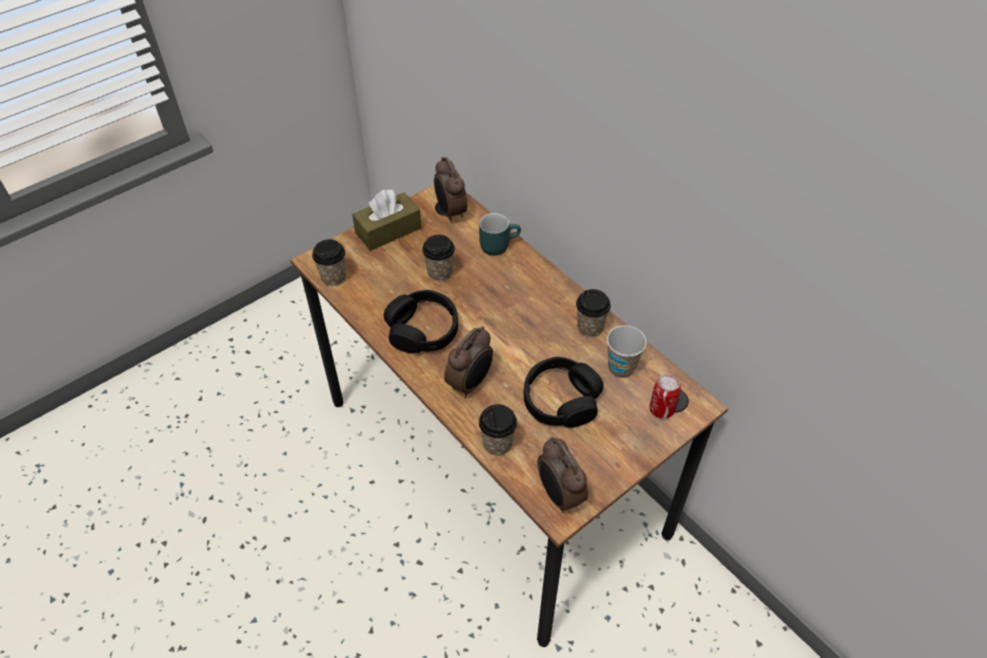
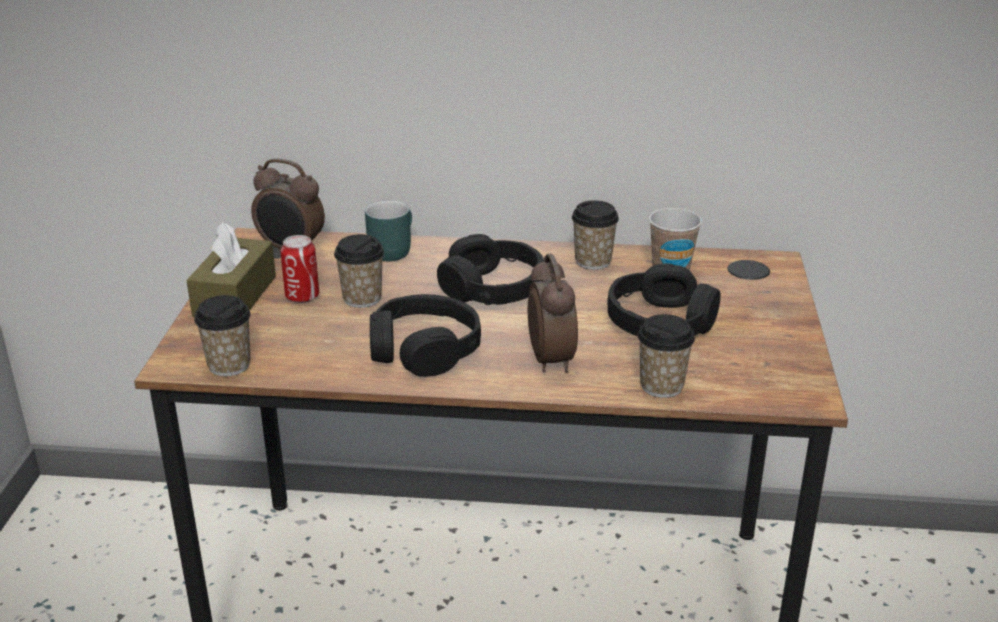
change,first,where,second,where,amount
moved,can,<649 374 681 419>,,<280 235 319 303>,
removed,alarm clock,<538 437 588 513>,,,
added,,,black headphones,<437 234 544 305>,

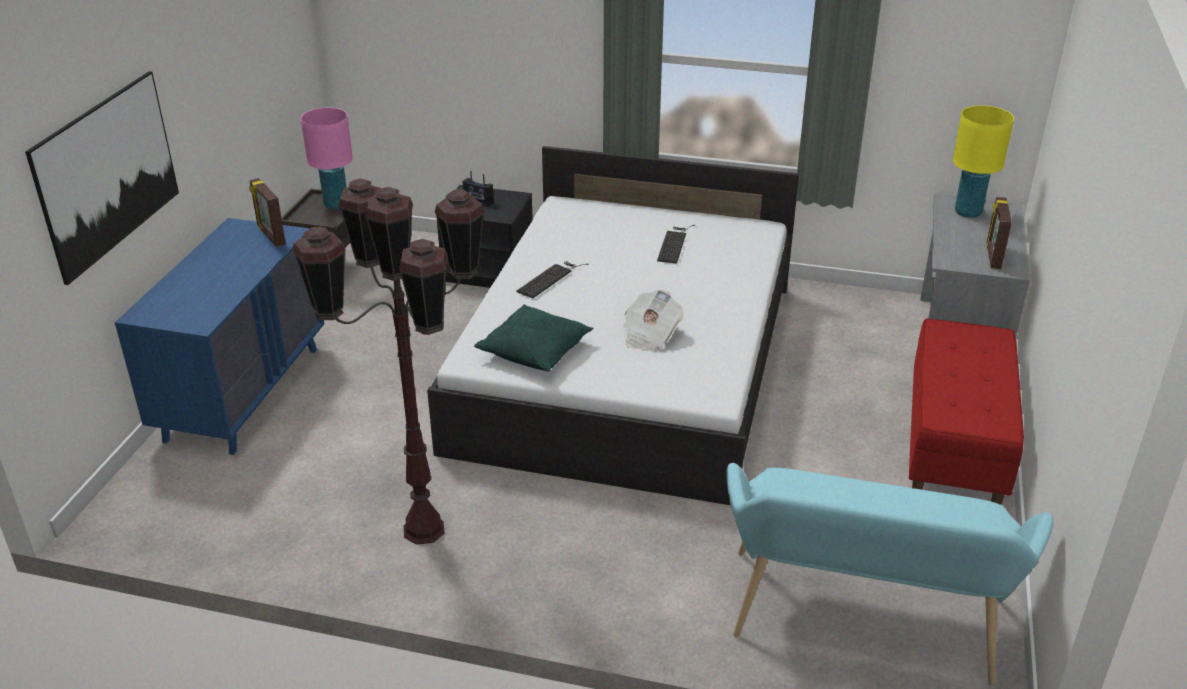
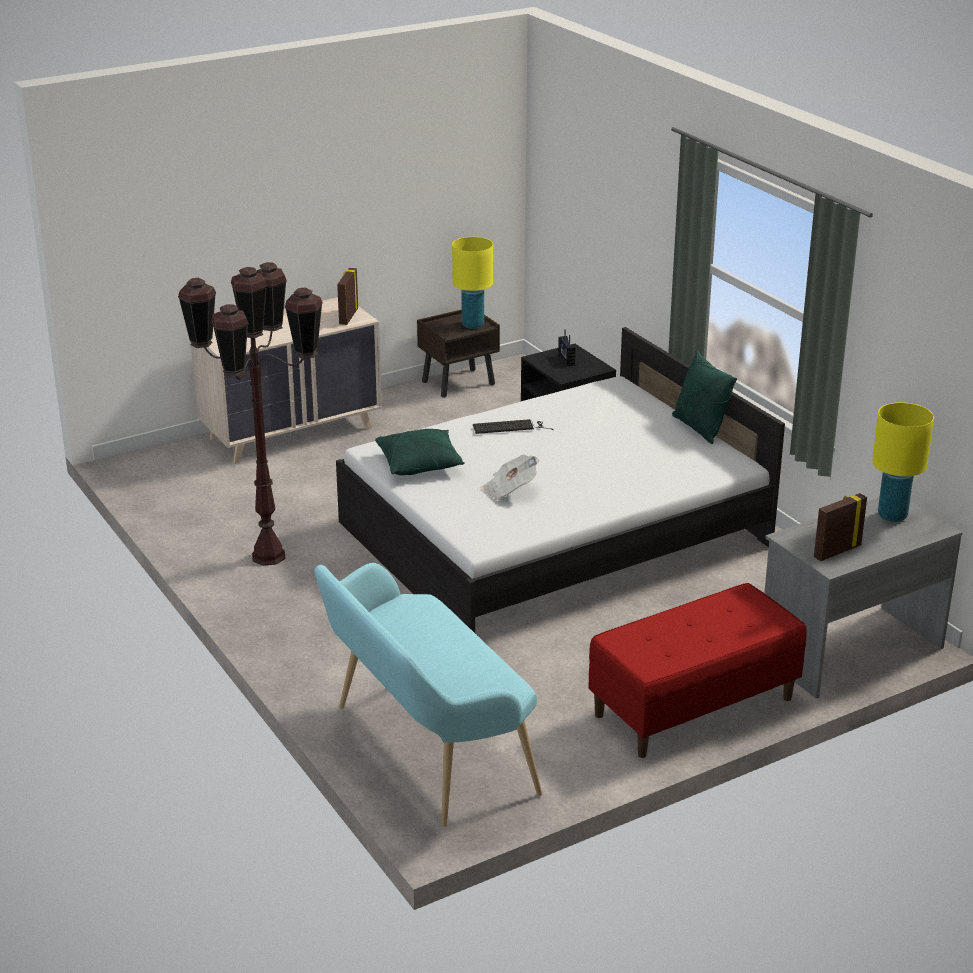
change,first,where,second,where,amount
removed,picture,<25 71 179 285>,,,
recoloured,pink table lamp,<301 108 353 209>,yellow table lamp,<452 237 493 329>,
recoloured,blue dresser,<115 218 324 455>,beige dresser,<191 297 382 464>,
removed,keyboard,<657 225 695 263>,,,
added,,,green pillow,<672 350 737 444>,

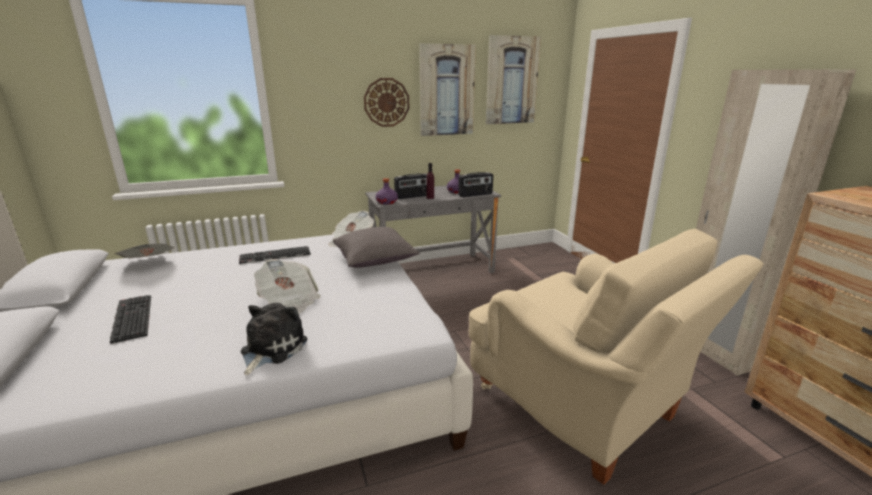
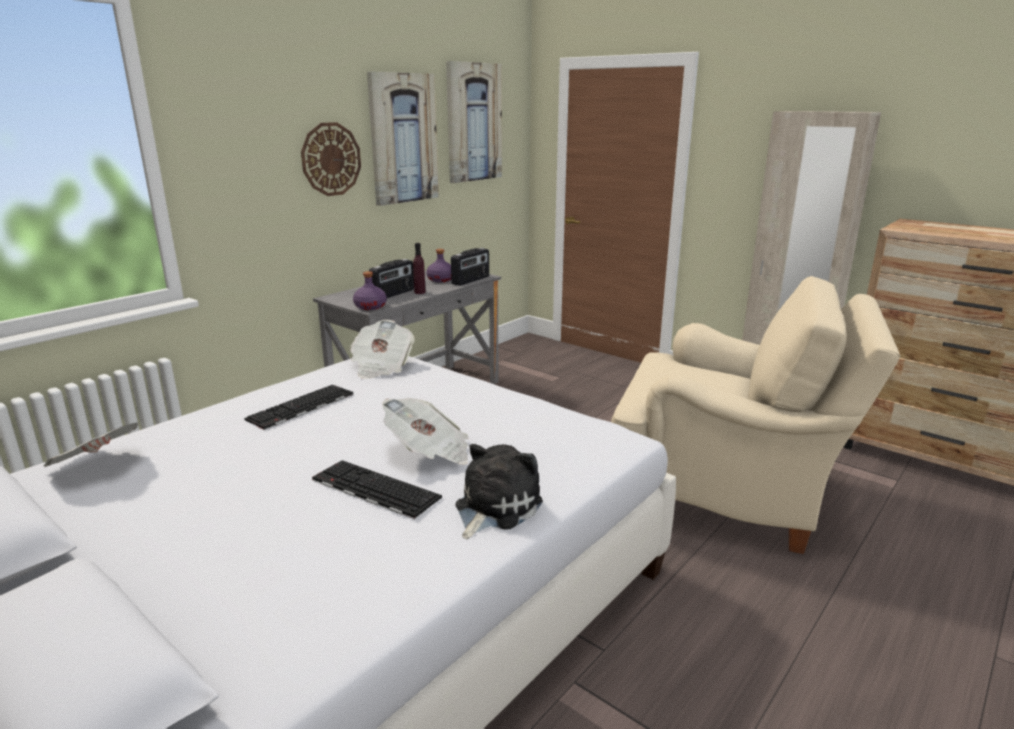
change,first,where,second,where,amount
removed,grey pillow,<333 227 420 268>,,,
moved,keyboard,<110 295 151 344>,,<312 460 442 519>,
turned,plush toy,<241 303 308 375>,,<456 444 543 539>,45 degrees clockwise

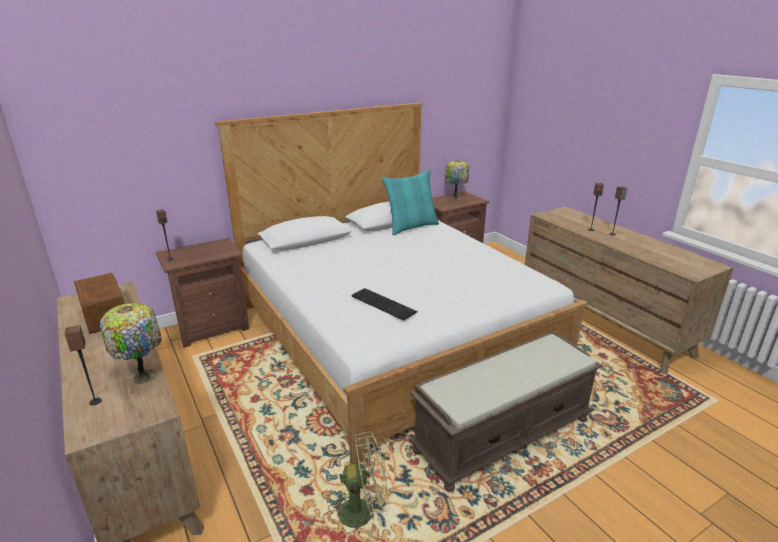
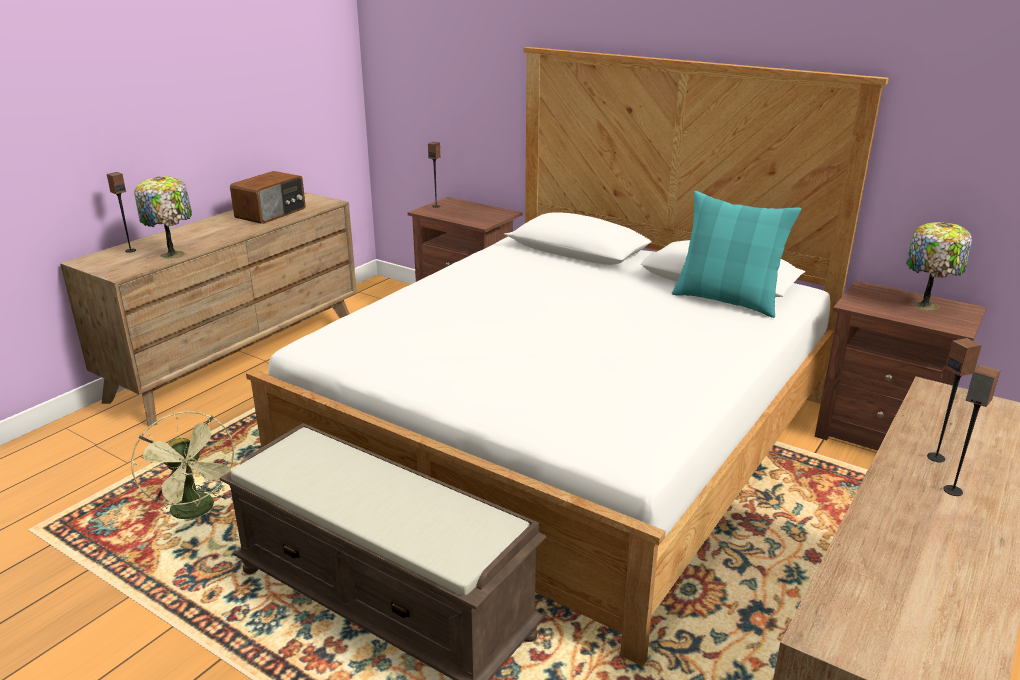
change,first,where,second,where,amount
removed,keyboard,<351 288 418 321>,,,

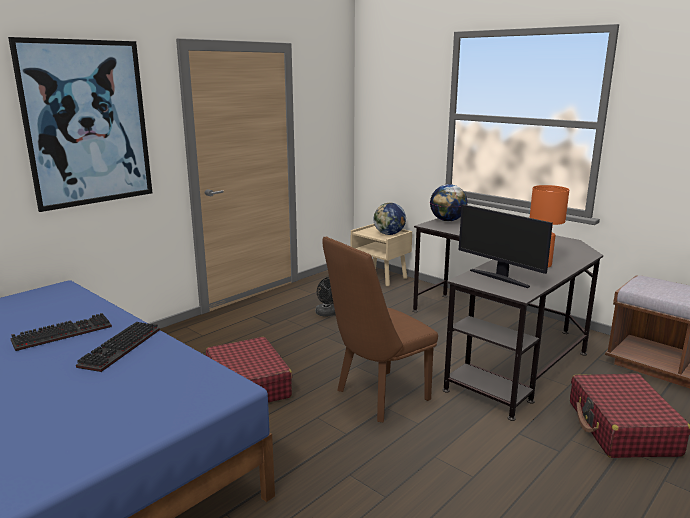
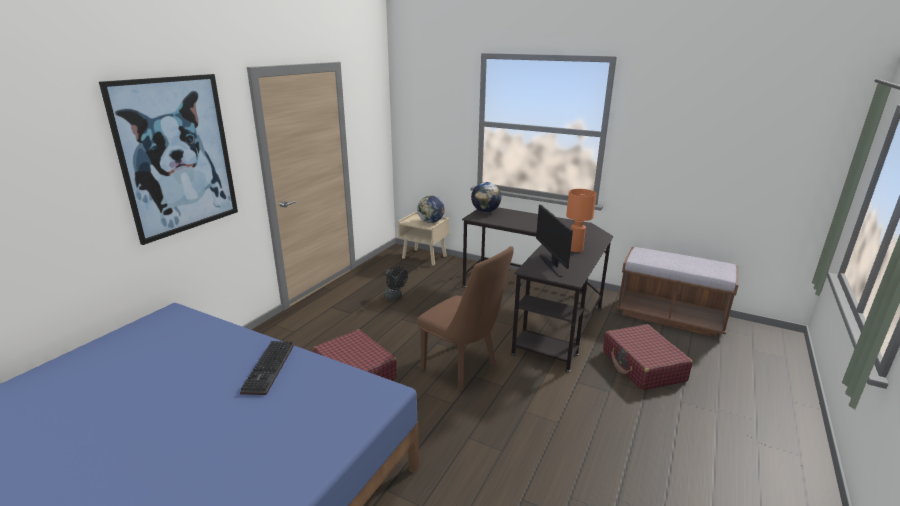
change,first,where,second,where,amount
turned,monitor,<459 204 553 288>,,<536 205 573 277>,45 degrees clockwise
turned,brown chair,<322 237 438 422>,,<417 246 514 390>,90 degrees counterclockwise
removed,keyboard,<10 313 112 351>,,,

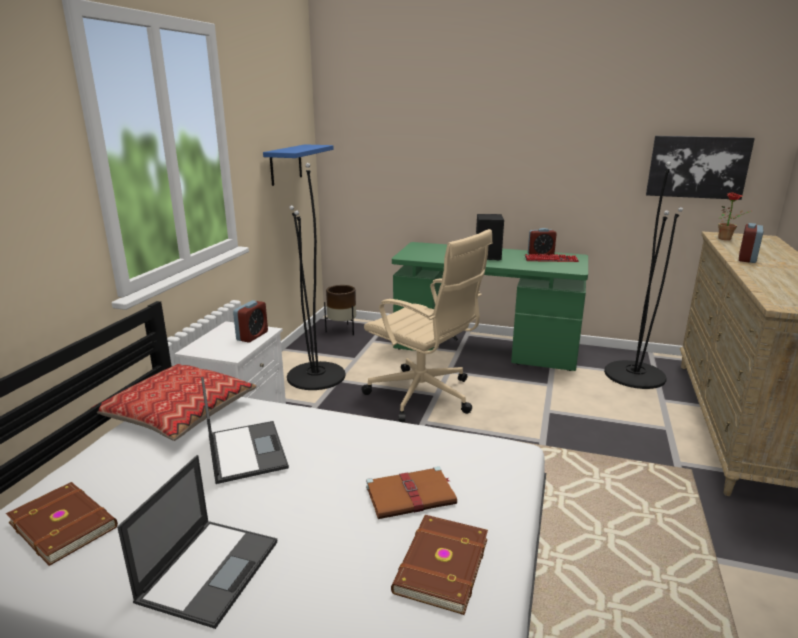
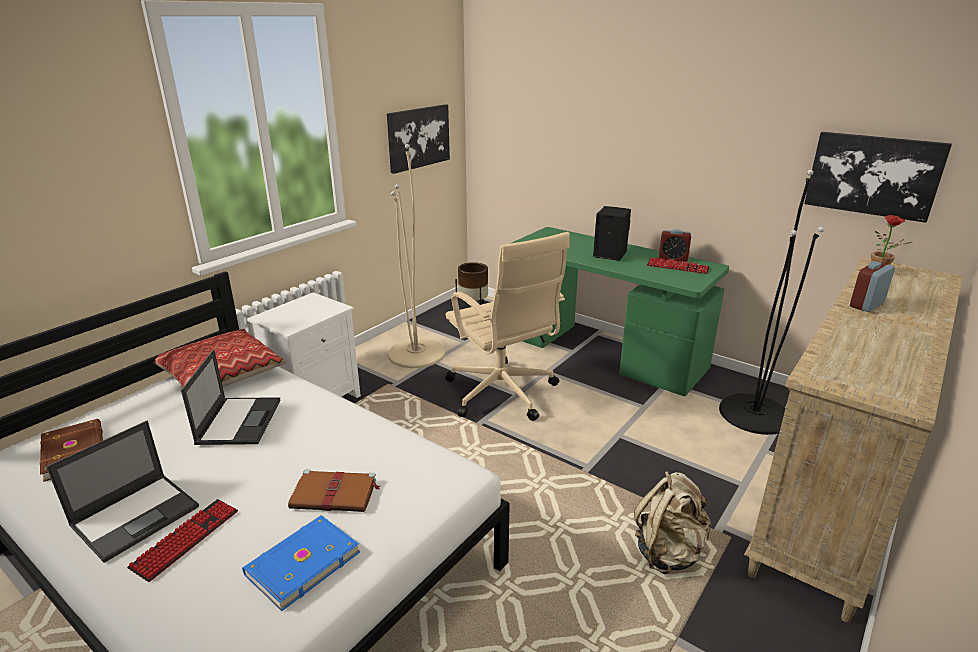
change,first,where,second,where,amount
replaced,blue shelf,<263 144 333 186>,picture,<387 104 450 174>,
recoloured,black floor lamp,<287 163 346 390>,beige floor lamp,<388 144 445 368>,
removed,alarm clock,<233 300 268 343>,,,
recoloured,brown book,<391 515 488 615>,blue book,<242 515 360 611>,
added,,,beige backpack,<634 471 711 574>,
added,,,keyboard,<127 499 238 582>,

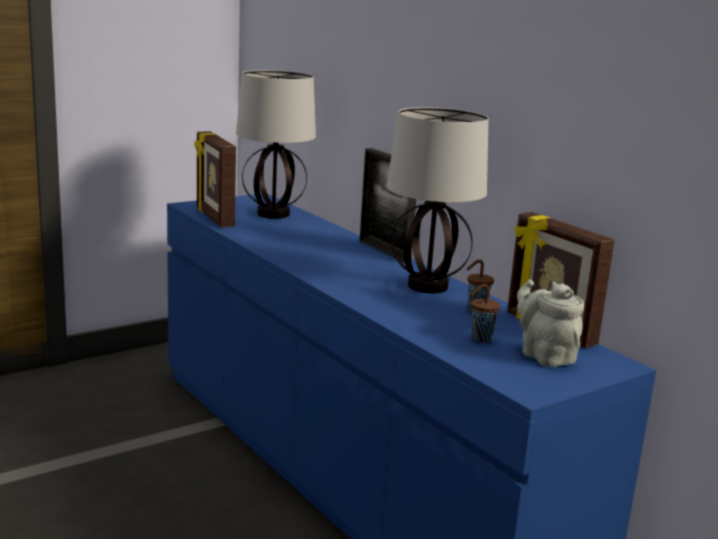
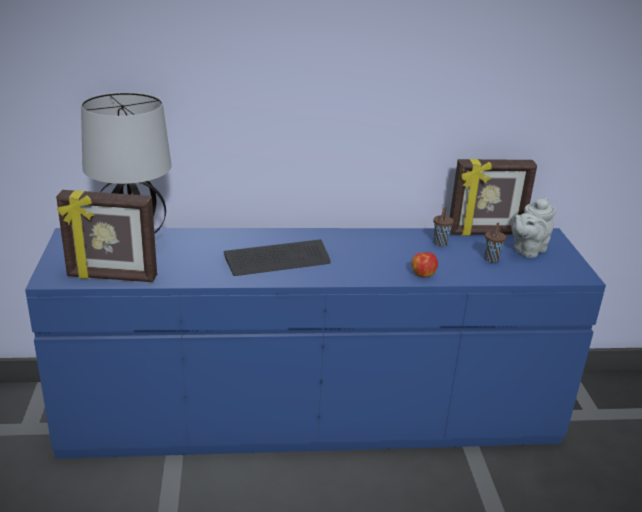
change,first,where,second,where,amount
removed,table lamp,<387 107 489 293>,,,
removed,picture frame,<360 148 416 263>,,,
turned,grey teapot,<517 279 584 367>,,<511 197 556 258>,45 degrees counterclockwise
added,,,keyboard,<224 239 331 276>,
added,,,apple,<412 252 438 277>,

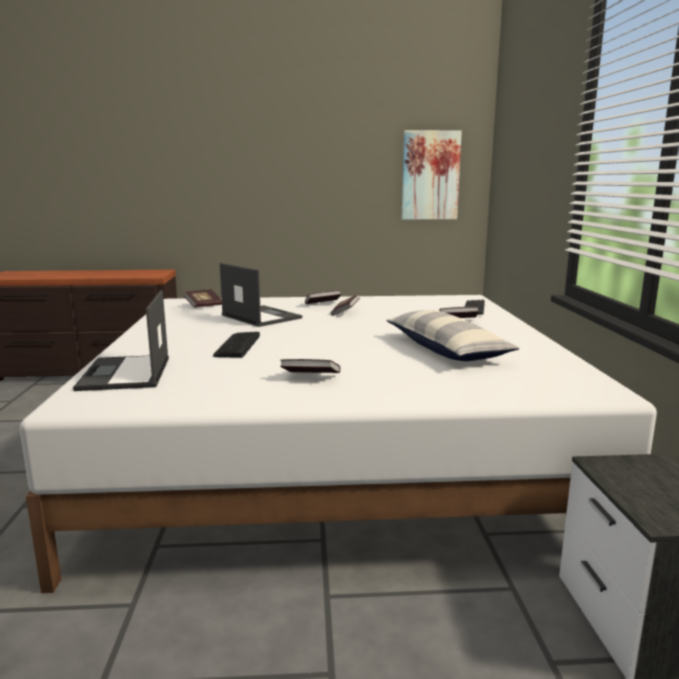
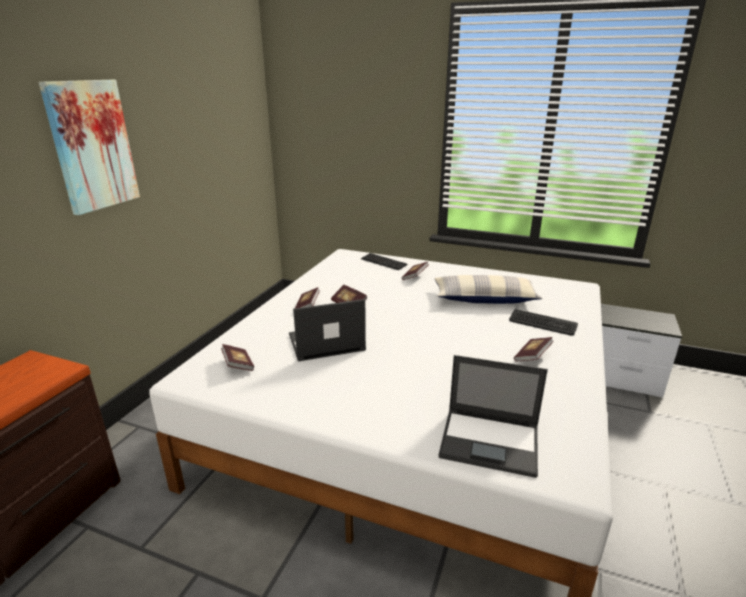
change,first,where,second,where,amount
moved,picture,<402 130 462 220>,,<38 80 140 215>,
moved,keyboard,<213 332 260 358>,,<509 309 578 335>,

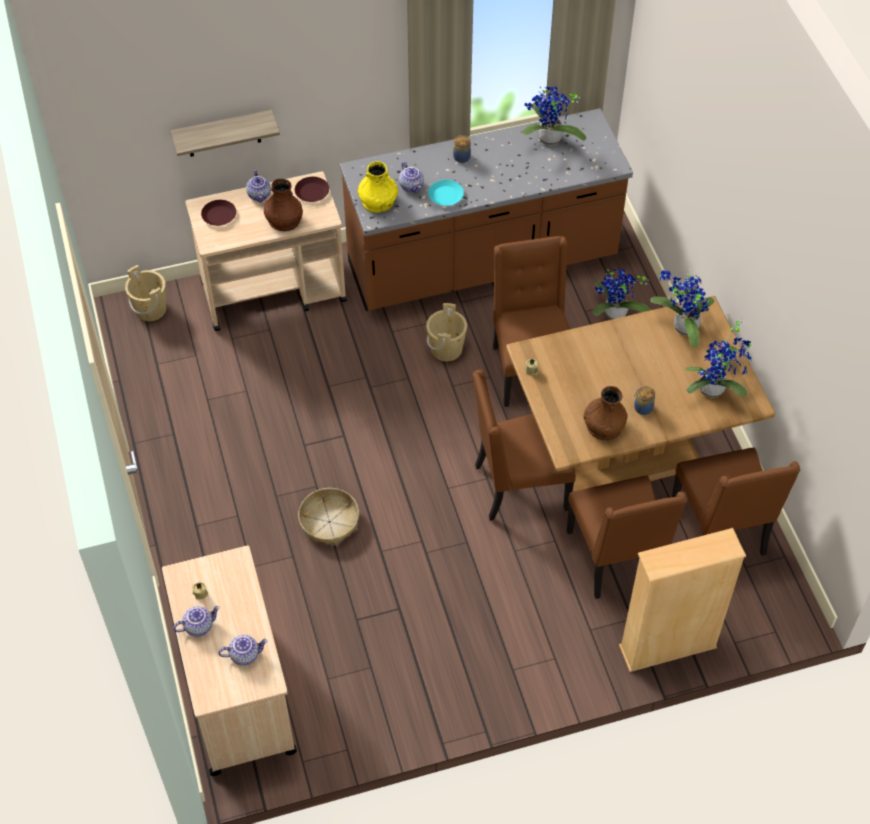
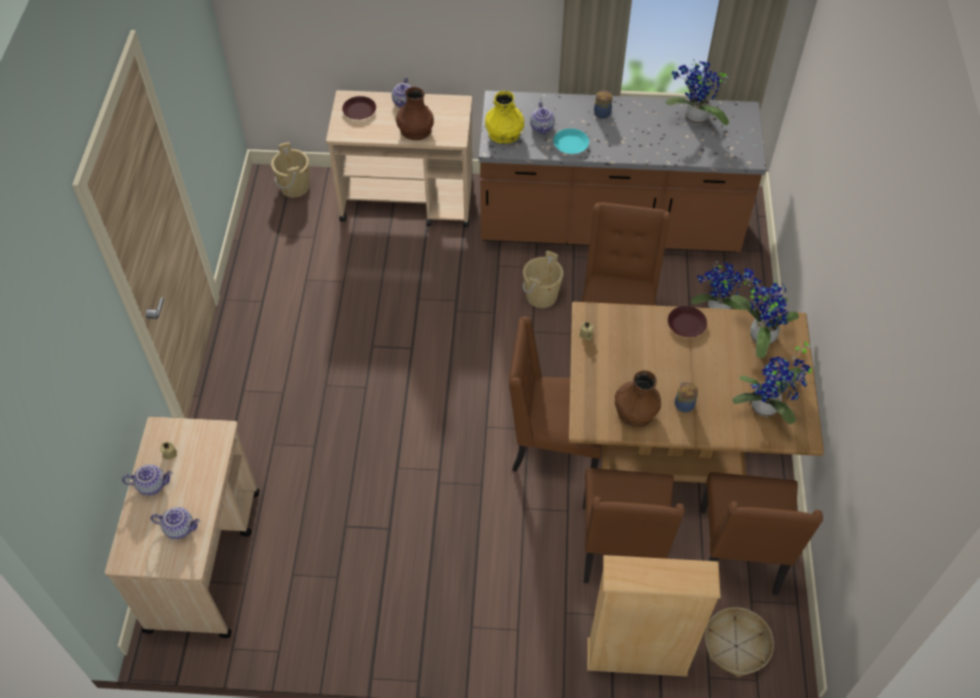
change,first,where,second,where,amount
removed,shelf,<171 110 280 157>,,,
moved,brown plate,<295 177 329 202>,,<668 306 707 337>,
moved,basket,<298 488 359 545>,,<705 607 774 677>,

